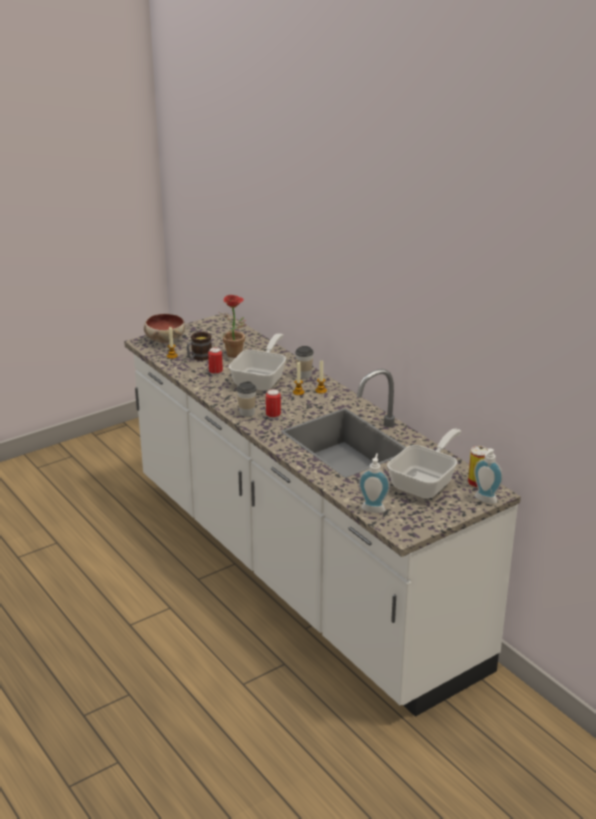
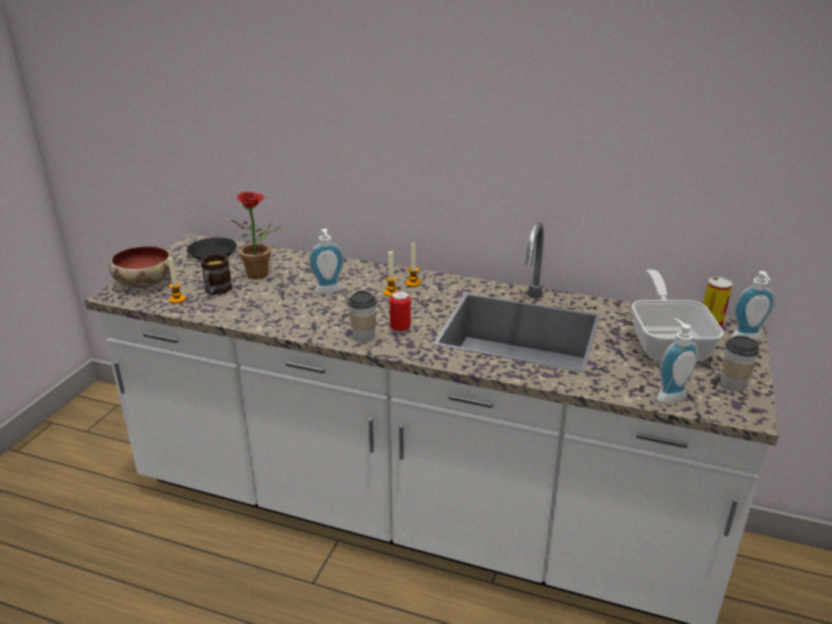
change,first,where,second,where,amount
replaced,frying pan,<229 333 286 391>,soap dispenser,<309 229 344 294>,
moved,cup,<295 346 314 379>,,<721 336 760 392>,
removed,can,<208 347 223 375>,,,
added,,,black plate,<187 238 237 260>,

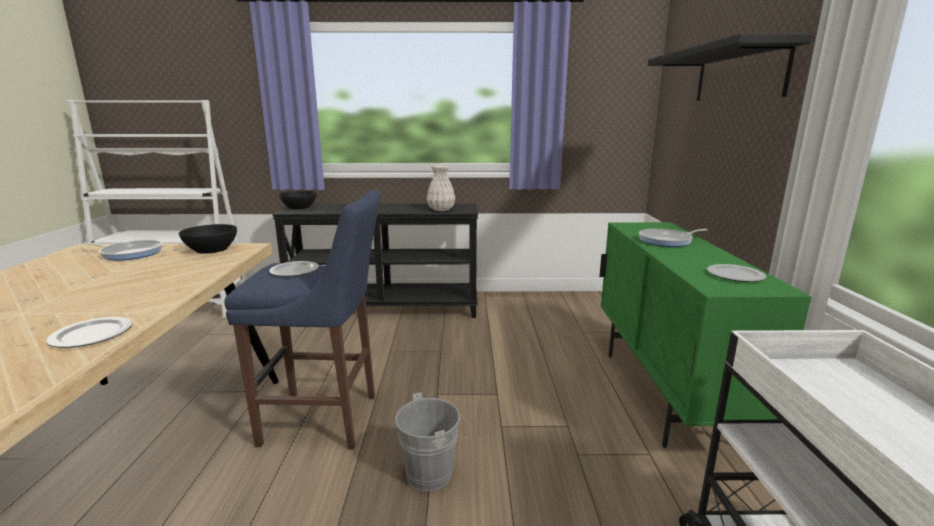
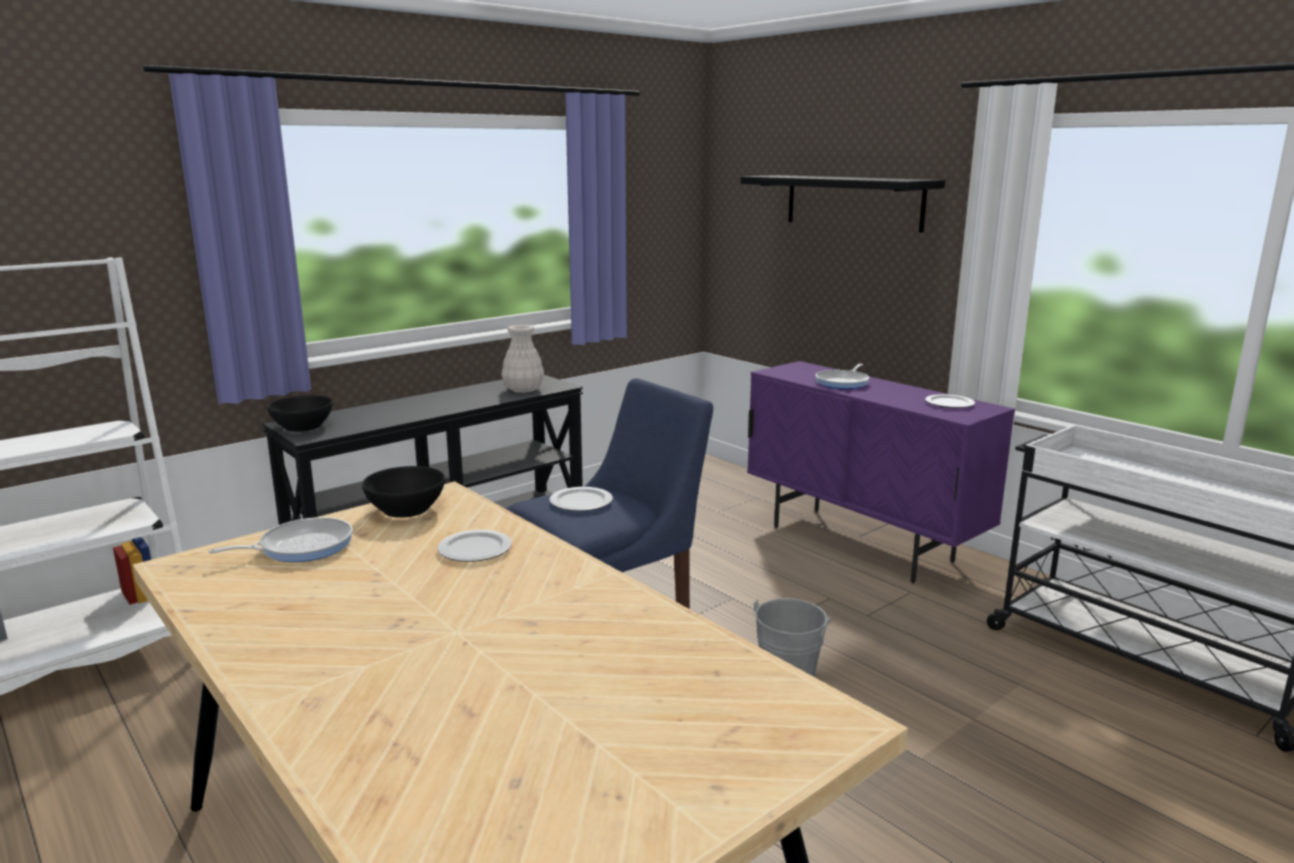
change,first,where,second,where,amount
recoloured,green cabinet,<599 222 812 448>,purple cabinet,<747 361 1015 584>,
moved,plate,<46 317 132 348>,,<437 530 512 562>,

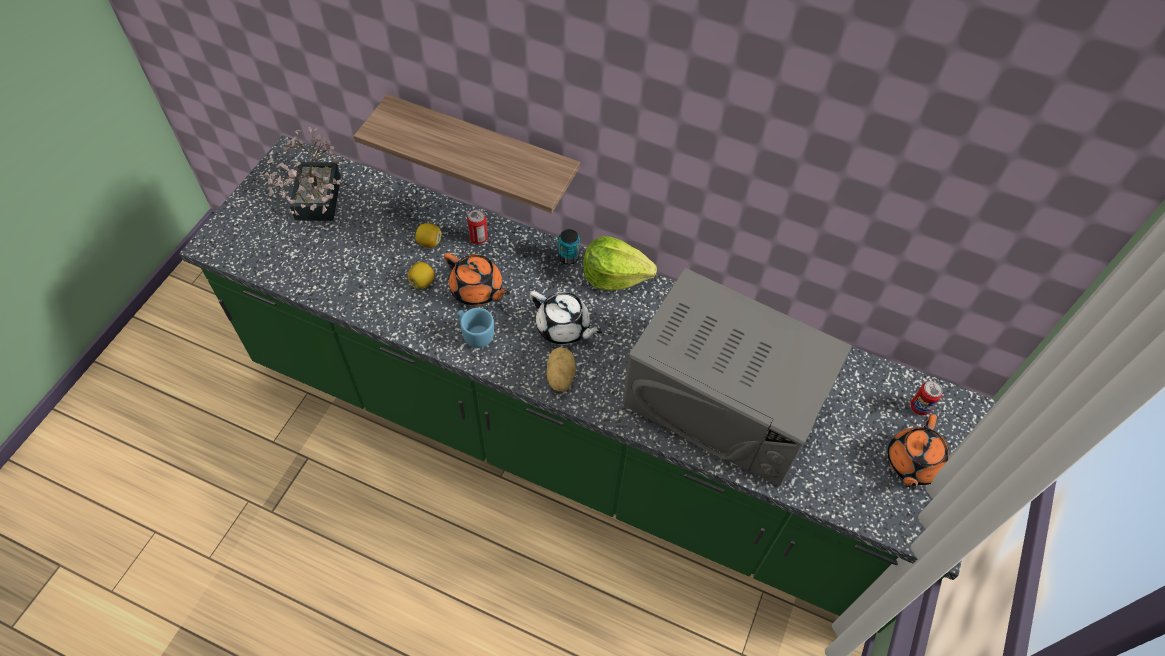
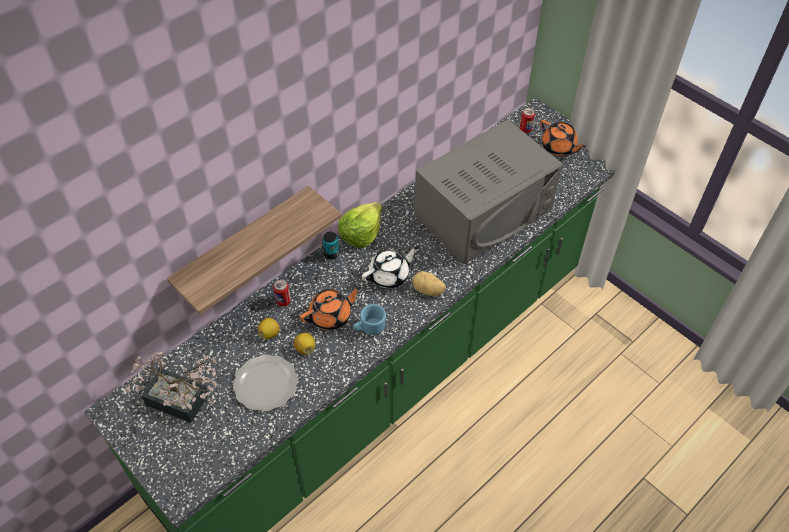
change,first,where,second,where,amount
added,,,plate,<233 354 298 412>,

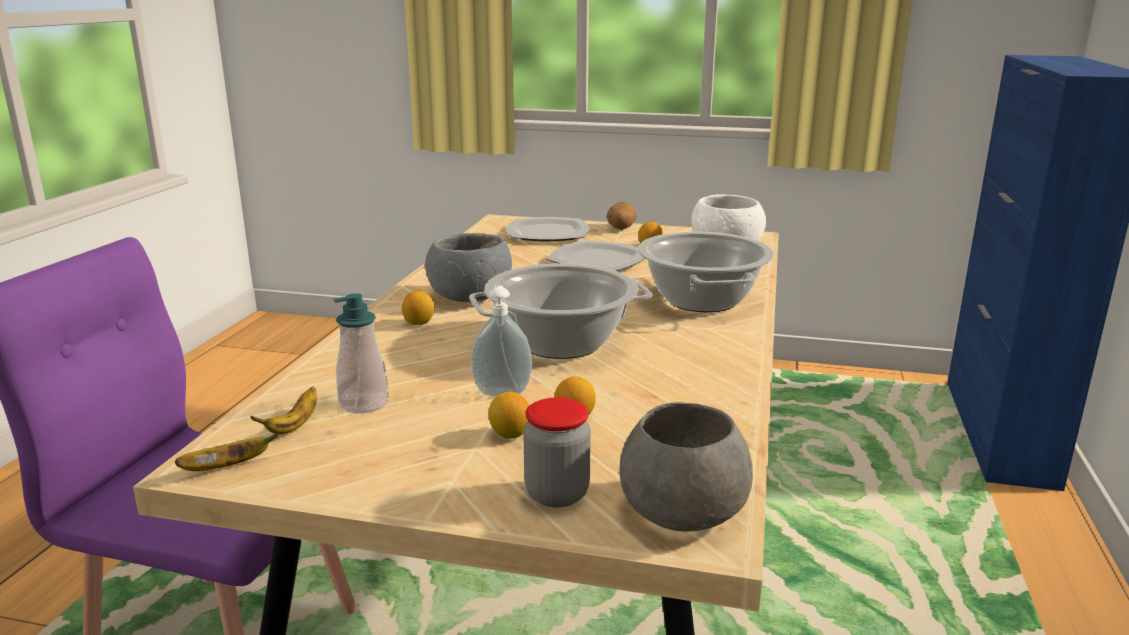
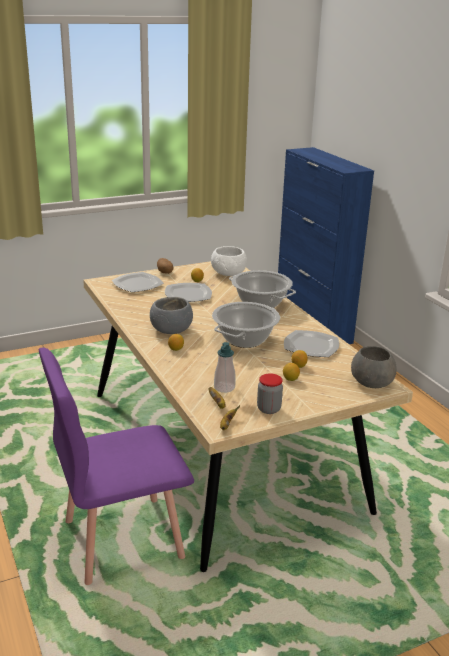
change,first,where,second,where,amount
removed,soap dispenser,<471 285 532 396>,,,
moved,jar,<523 398 591 508>,,<257 373 283 414>,
added,,,plate,<284 330 339 357>,

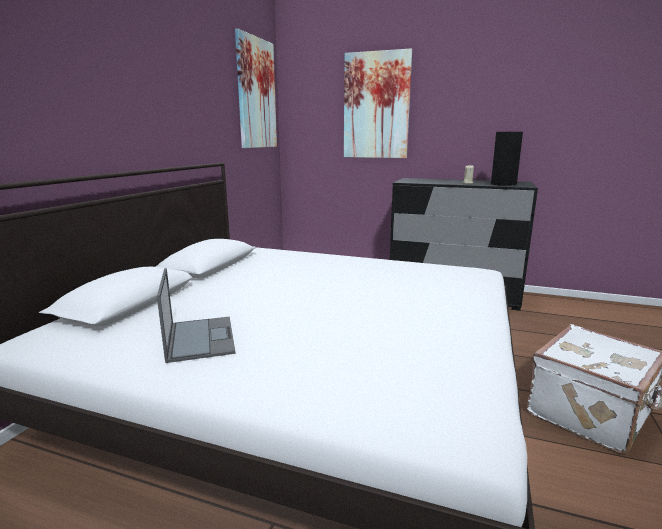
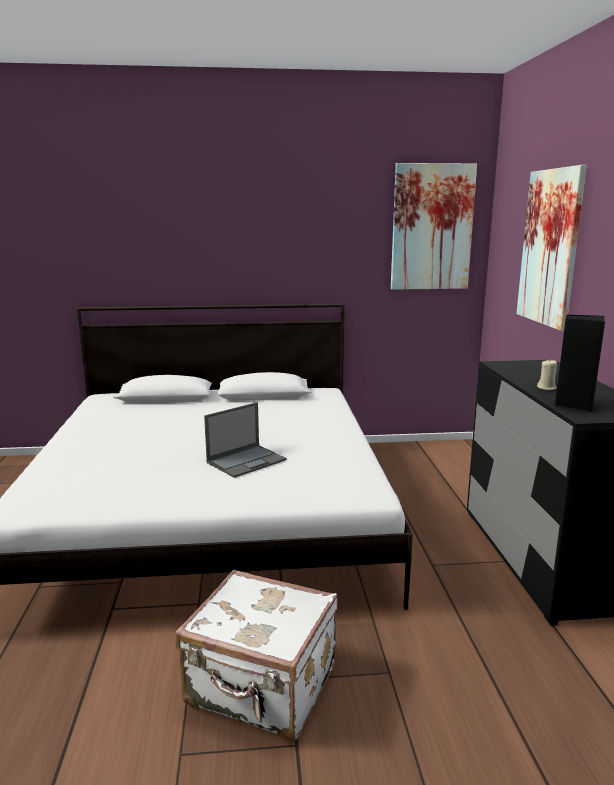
change,first,where,second,where,amount
moved,laptop,<157 268 235 363>,,<204 402 287 478>,

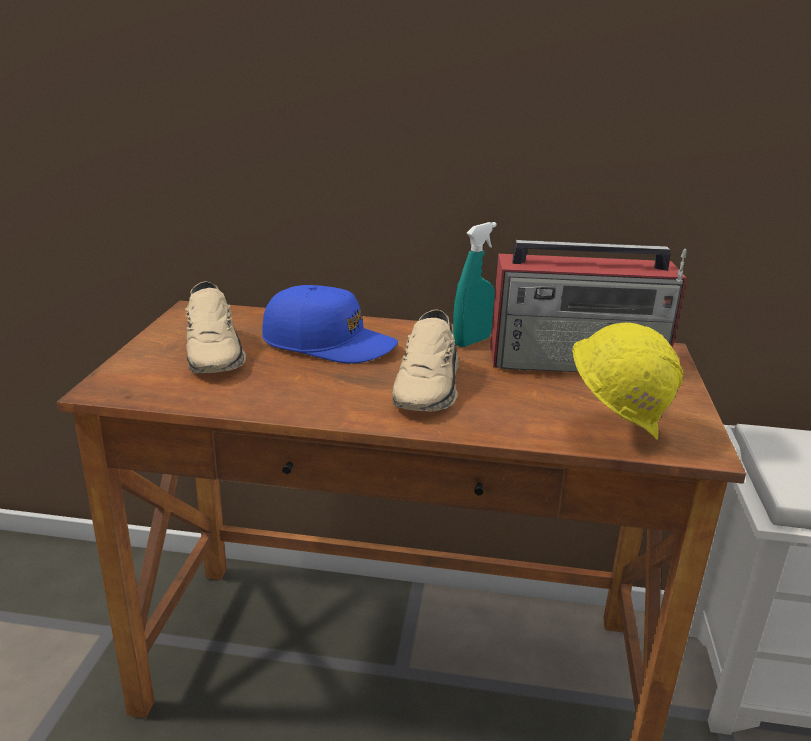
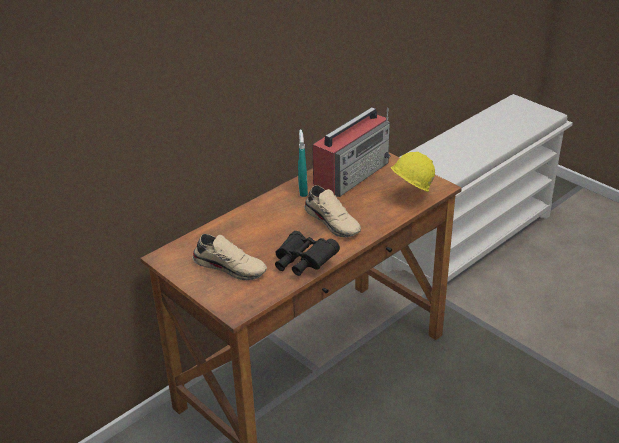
change,first,where,second,where,amount
removed,blue cap,<262 285 398 364>,,,
added,,,black binoculars,<275 231 340 276>,

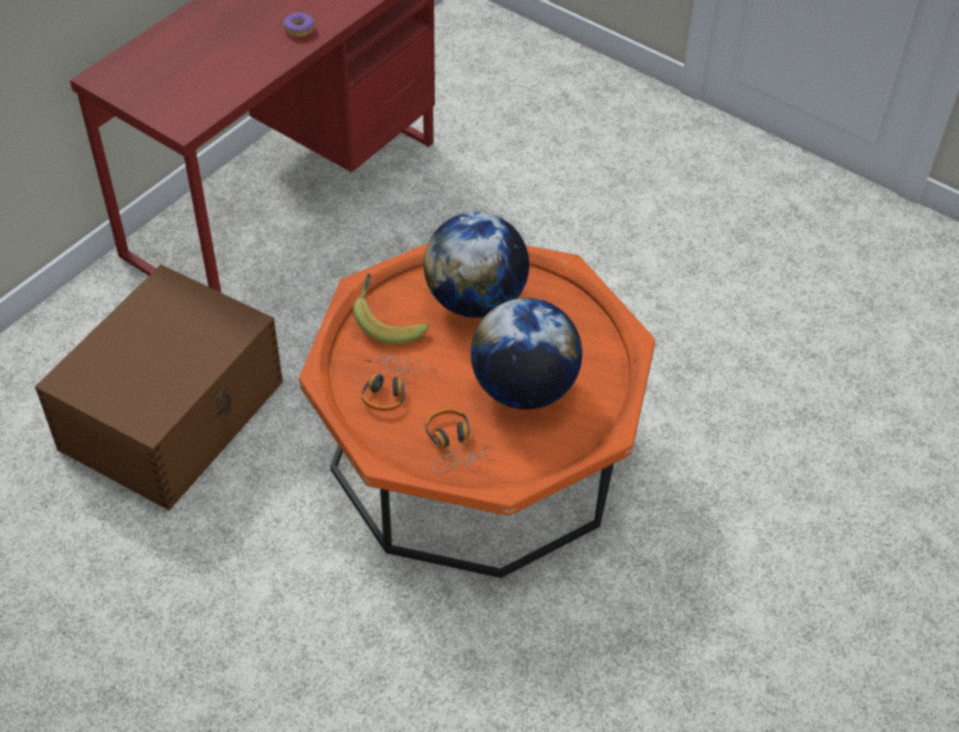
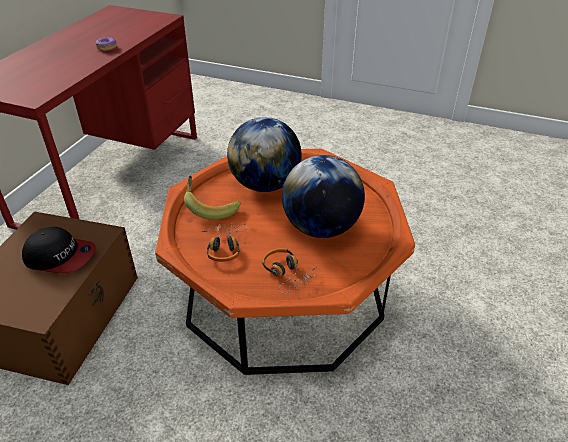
change,first,where,second,where,amount
added,,,cap,<22 227 96 273>,

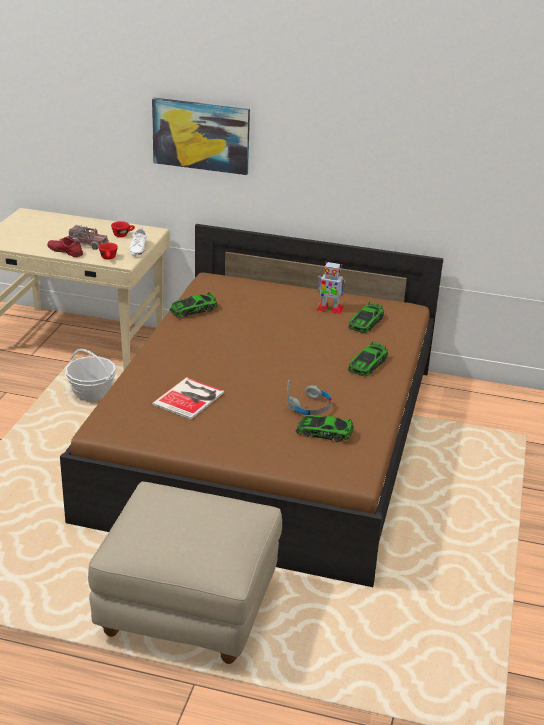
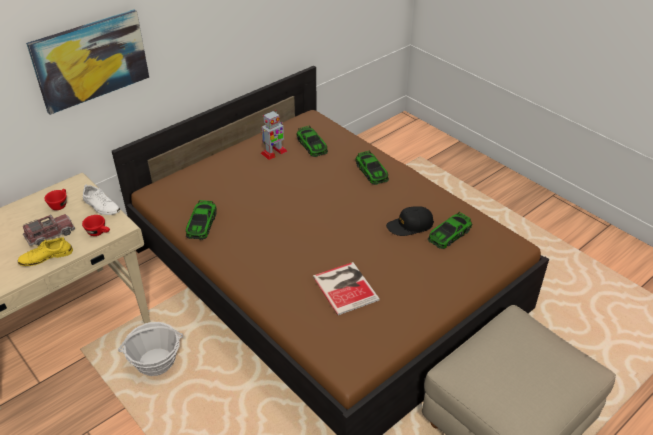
change,first,where,second,where,amount
recoloured,red shoe,<47 236 83 257>,yellow shoe,<18 237 73 266>,
replaced,grey headphones,<287 380 332 415>,black cap,<386 206 434 236>,

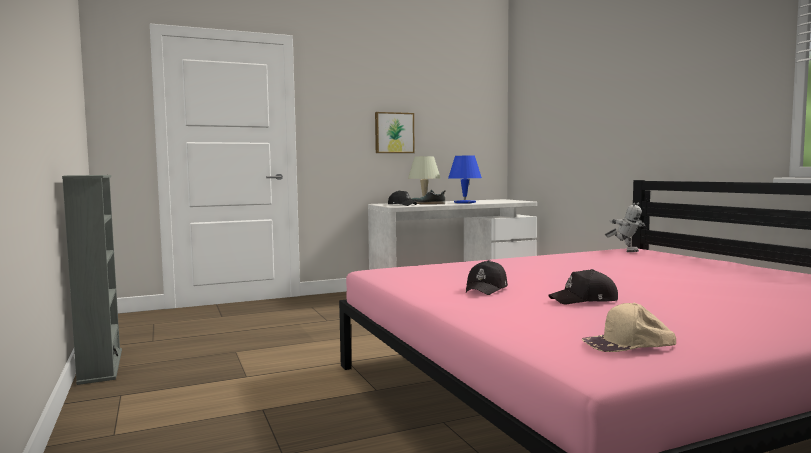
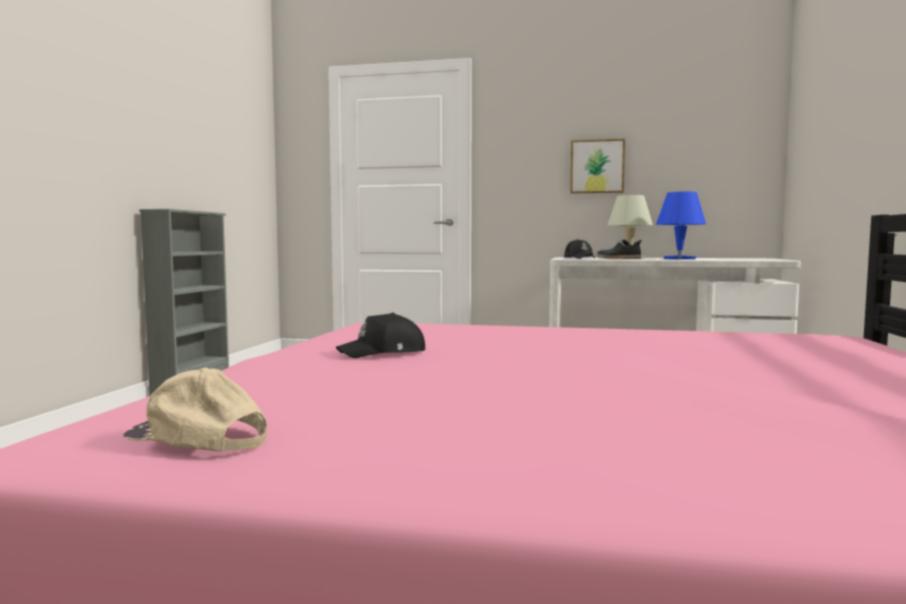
change,first,where,second,where,amount
removed,toy robot,<605 203 645 252>,,,
removed,black cap,<548 269 618 305>,,,

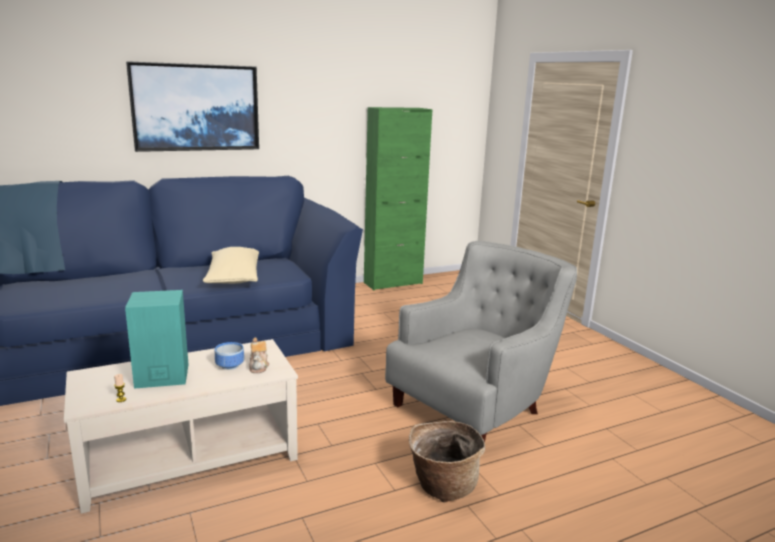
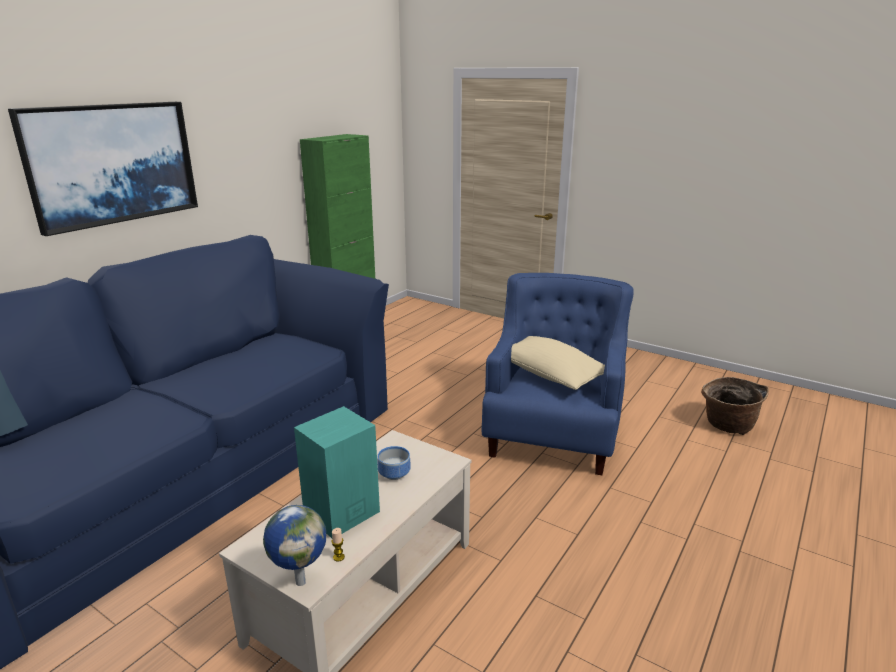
change,first,where,second,where,amount
recoloured,grey armchair,<385 241 577 442>,blue armchair,<482 273 634 475>,
moved,beige pillow,<203 247 259 284>,,<511 336 605 390>,
removed,teapot,<249 337 269 373>,,,
moved,basket,<409 421 485 503>,,<701 377 769 435>,
added,,,globe,<263 505 326 586>,

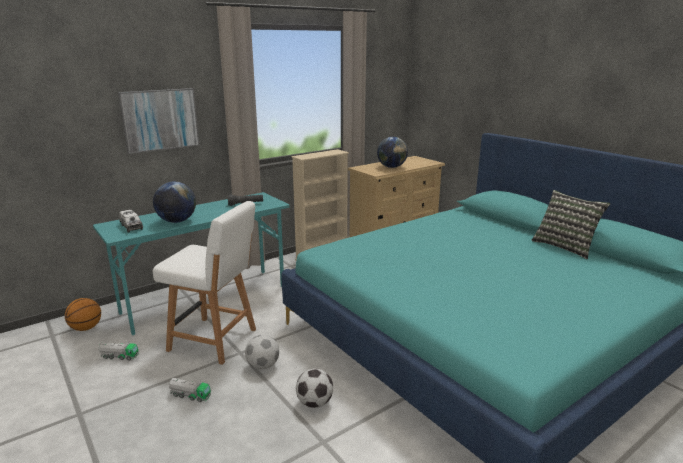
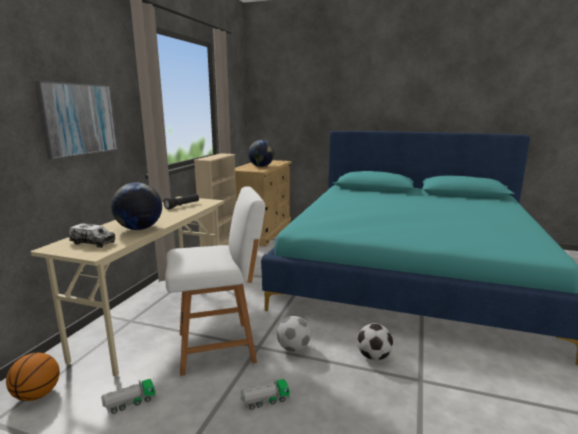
change,first,where,second,where,amount
removed,pillow,<532 190 611 259>,,,
recoloured,turquoise desk,<93 192 290 335>,beige desk,<31 197 224 377>,

